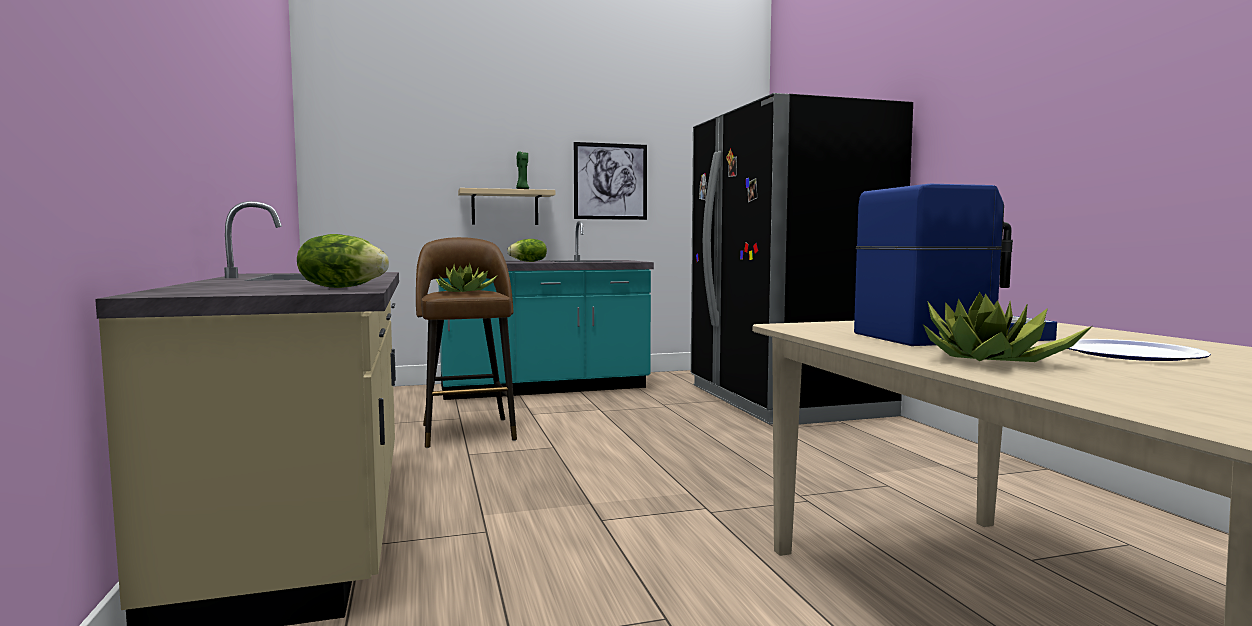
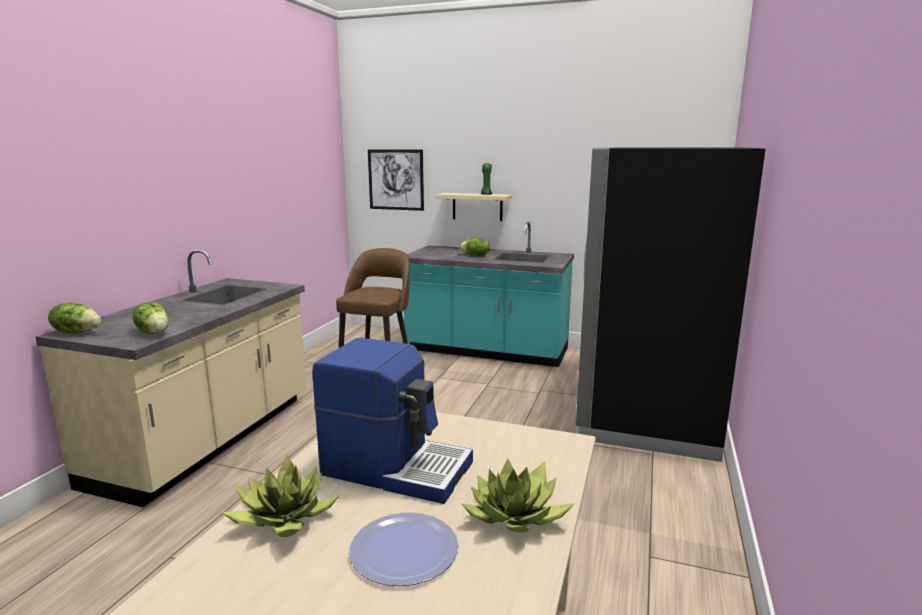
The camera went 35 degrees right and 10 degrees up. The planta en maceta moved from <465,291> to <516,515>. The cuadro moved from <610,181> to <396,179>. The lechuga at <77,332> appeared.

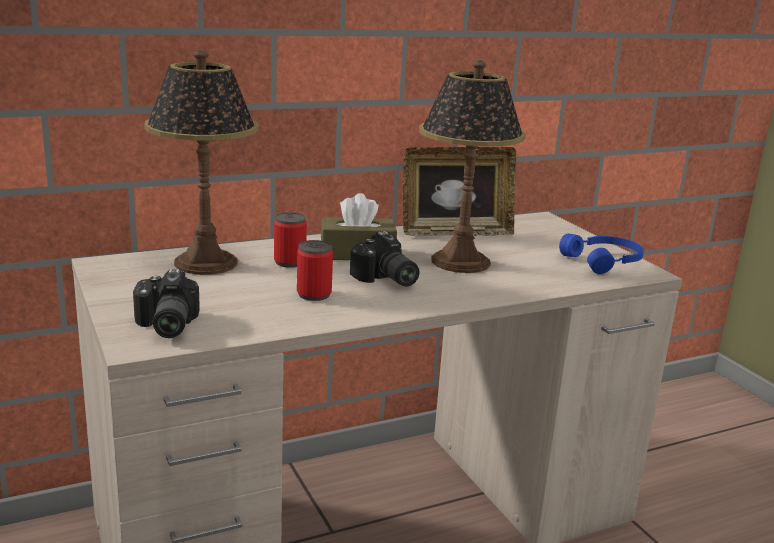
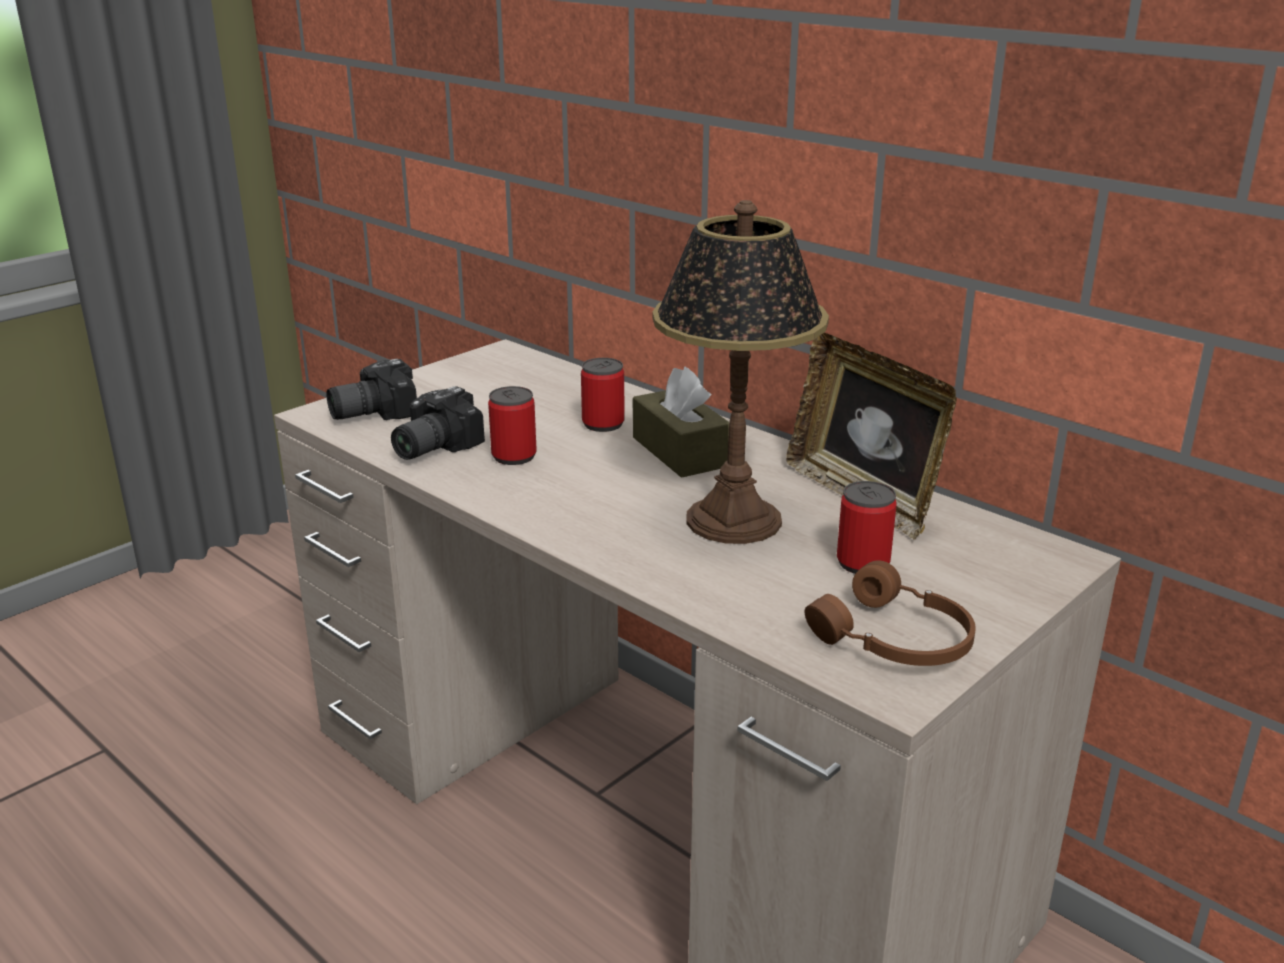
The camera went 70 degrees right and 5 degrees up. The lámpara de mesa at <205,262> disappeared. The cámara moved from <385,279> to <430,447>. The auriculares/azul at <604,262> became the auriculares/marrón at <894,641>. The lata at <863,563> appeared.

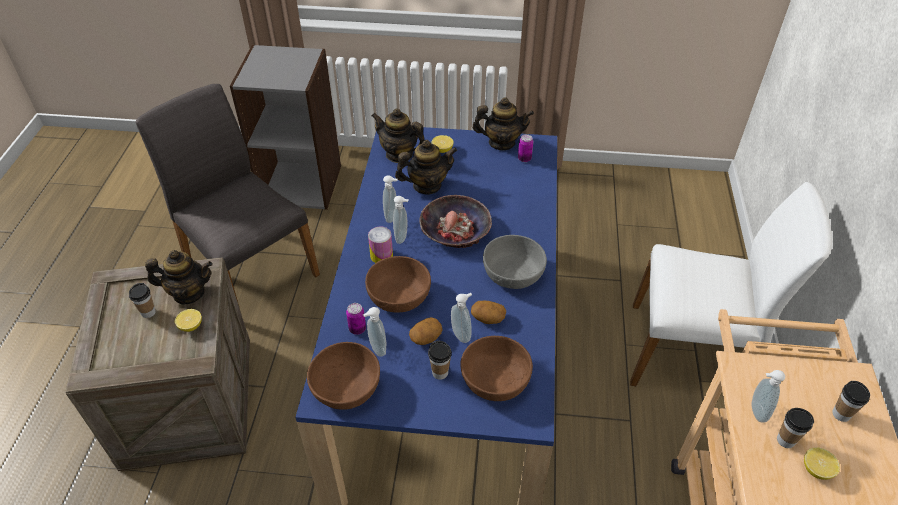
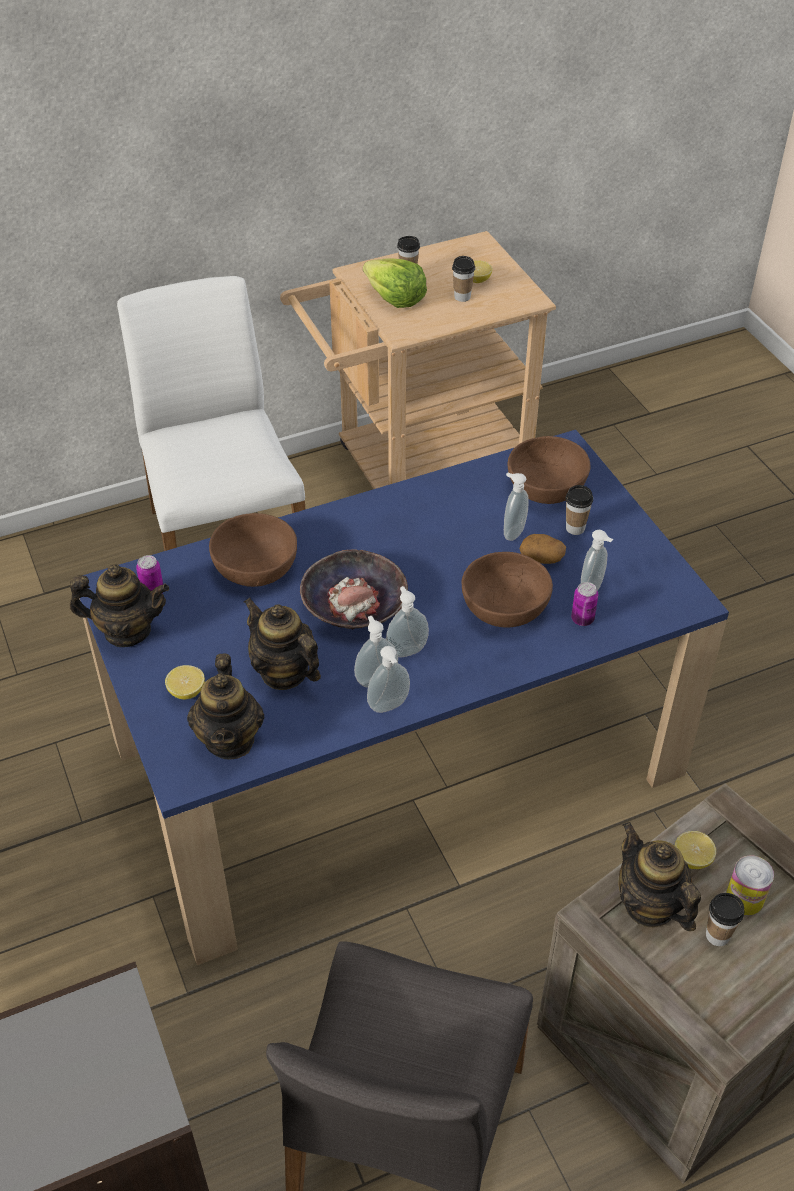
The camera went 120 degrees left and 0 degrees up. The cuenco/marrón moved from <346,388> to <256,566>. The lata moved from <381,255> to <744,898>. The patata at <487,318> disappeared. The tetera at <501,143> turned 120 degrees clockwise. The cuenco/gris at <513,273> disappeared. The dispensador de jabón moved from <756,411> to <389,707>. The lechuga at <395,299> appeared.

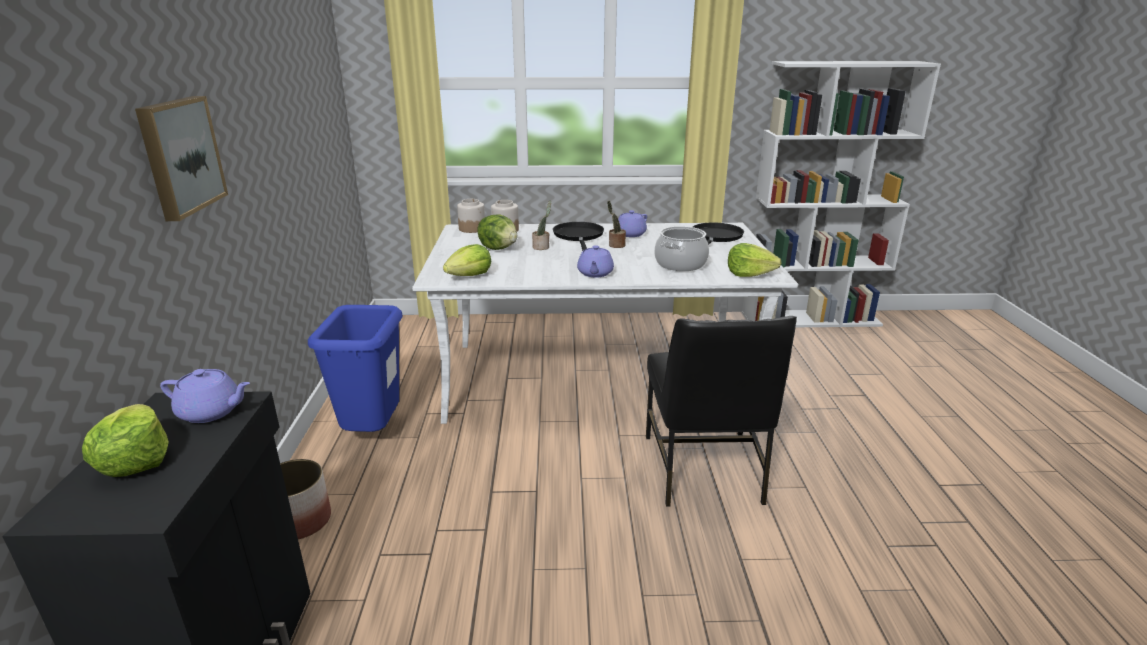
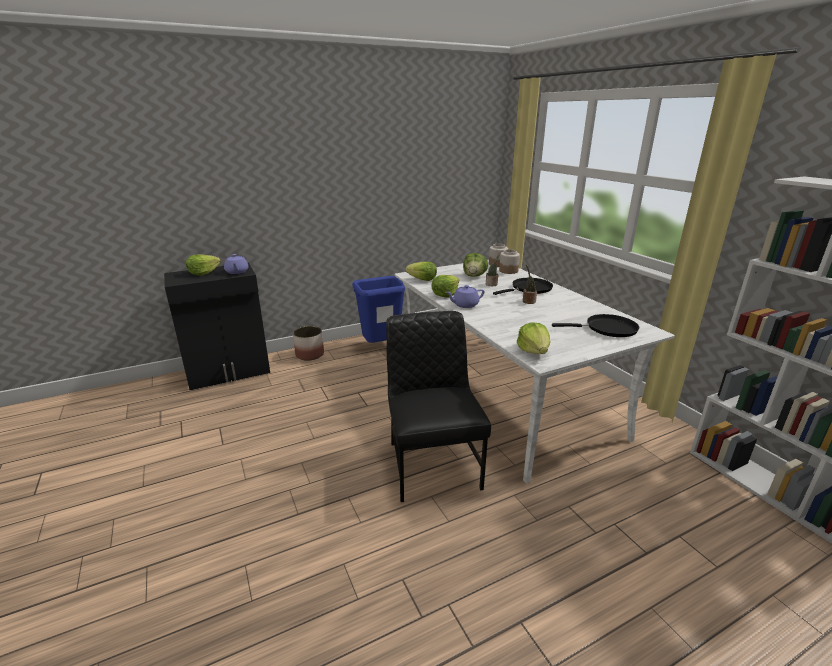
The camera went 65 degrees right and 0 degrees up. The cuadro at <180,156> disappeared. The tetera/morado at <630,234> disappeared. The silla/negro at <703,470> turned 105 degrees clockwise. The olla at <680,264> disappeared. The lechuga at <445,294> appeared.

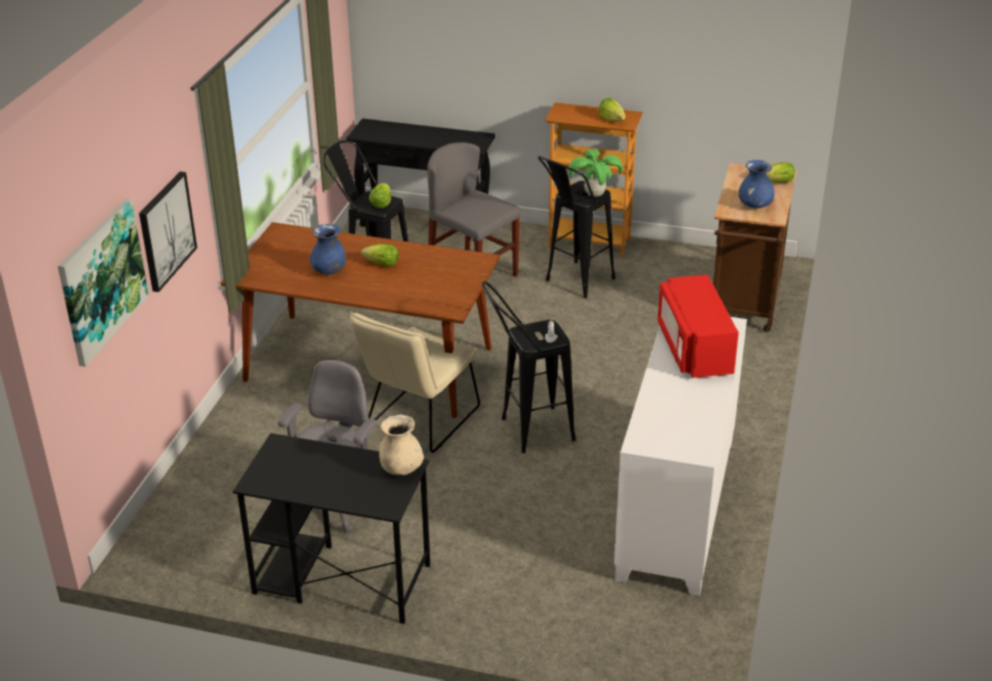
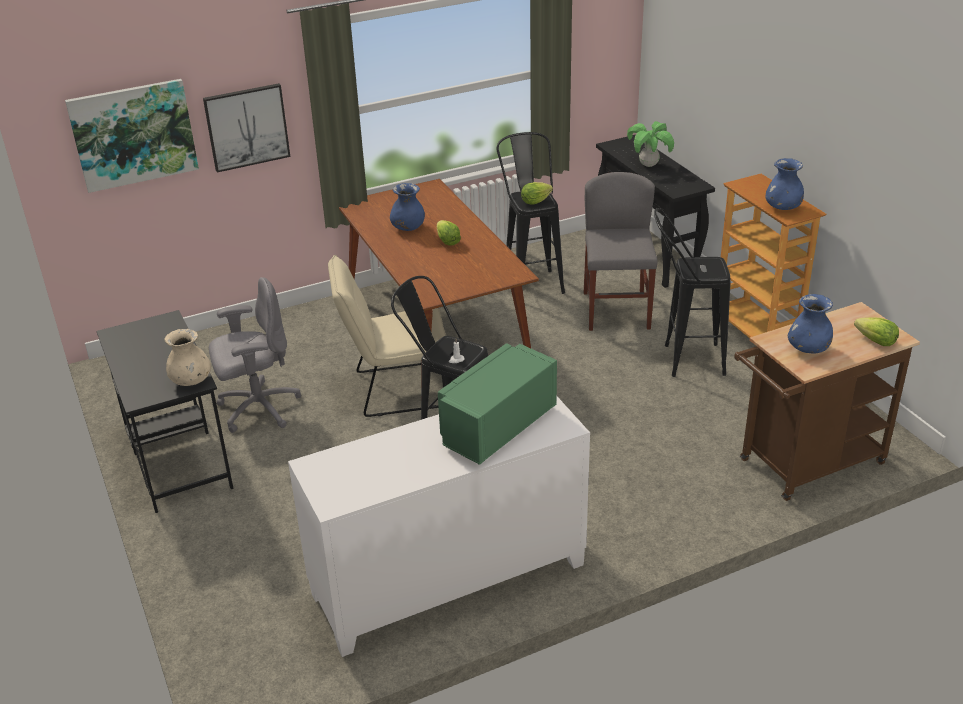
The camera went 50 degrees right and 0 degrees up. The planta en maceta moved from <595,195> to <649,165>. The lechuga at <612,119> was replaced by the florero/azul at <782,207>. The microondas/rojo at <694,349> became the microondas/verde at <497,426>.

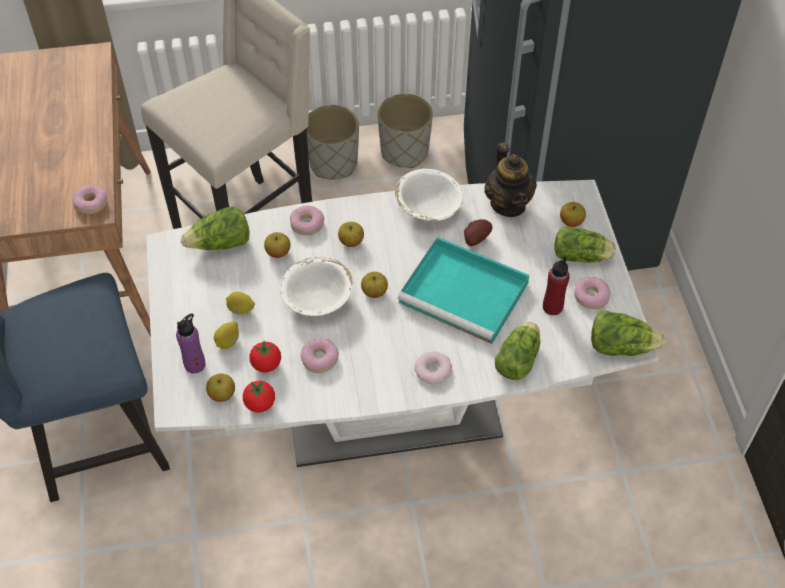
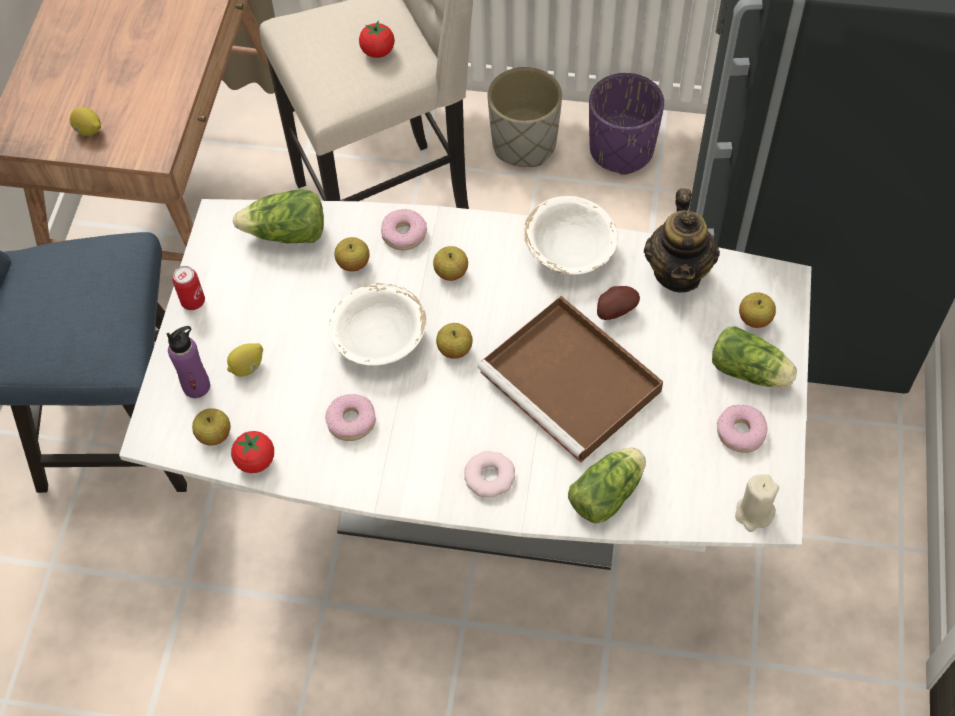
The camera went 20 degrees right and 5 degrees up. The rosquilla at <91,203> disappeared. The limón moved from <240,309> to <89,131>. The tomate moved from <266,364> to <378,51>. The maceta/gris at <405,152> became the maceta/morado at <622,150>. The bandeja/turquesa at <466,293> became the bandeja/marrón at <573,383>. The botella/rojo at <552,307> disappeared. The lechuga at <620,346> was replaced by the vela/beis at <754,513>. The lata at <193,301> appeared.

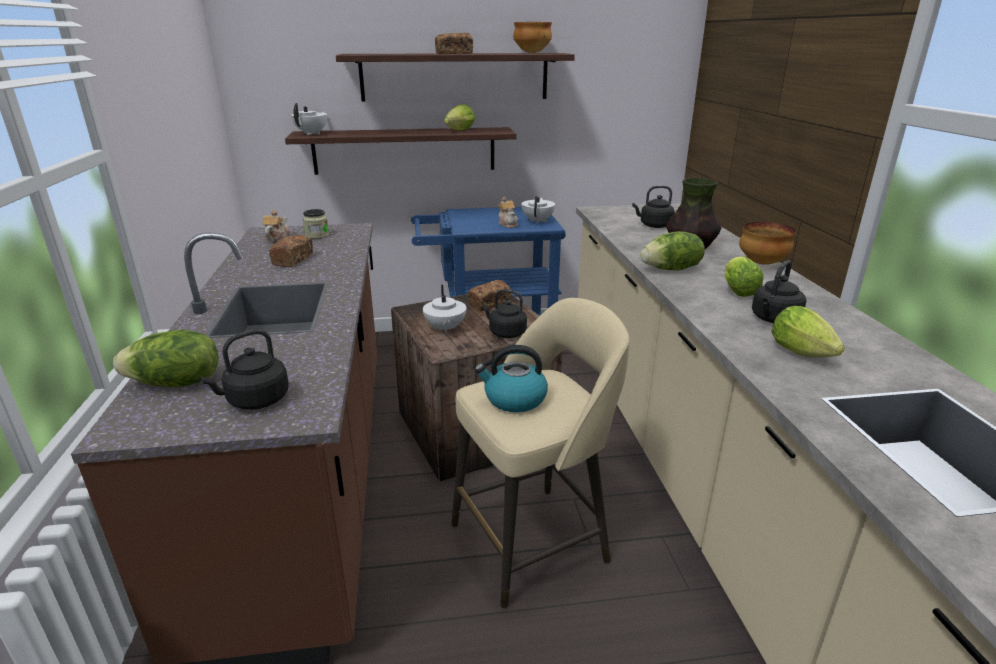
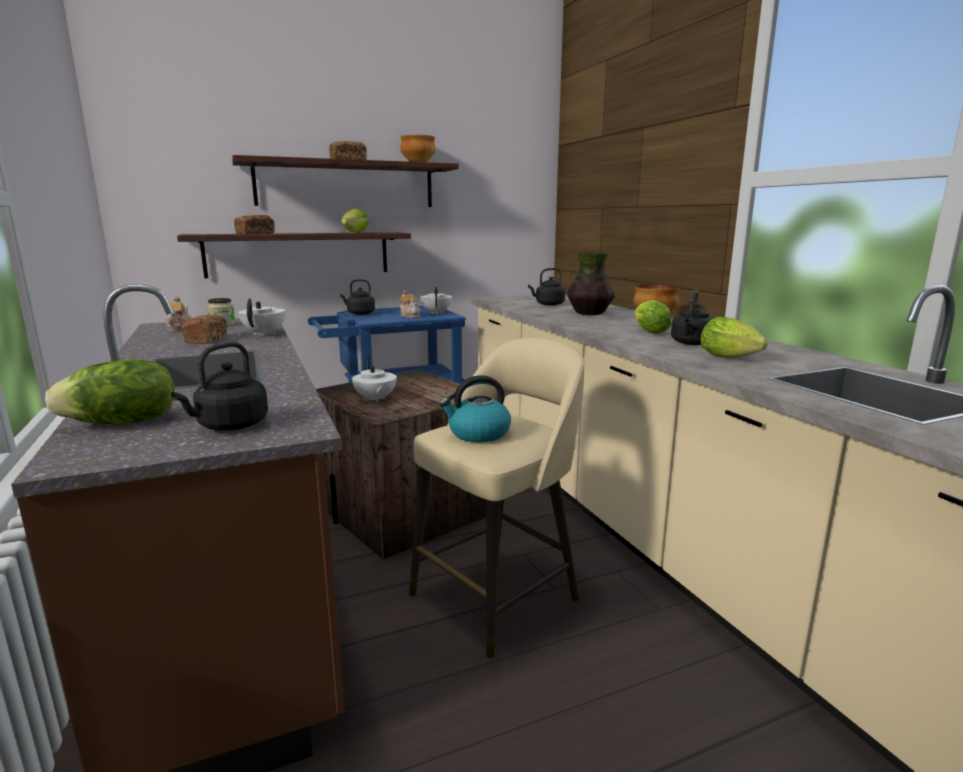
The camera went 15 degrees left and 10 degrees down. The tetera/blanco moved from <312,133> to <265,334>. The pan moved from <489,303> to <255,233>. The hervidor/negro moved from <505,333> to <359,313>. The lechuga at <671,269> disappeared.

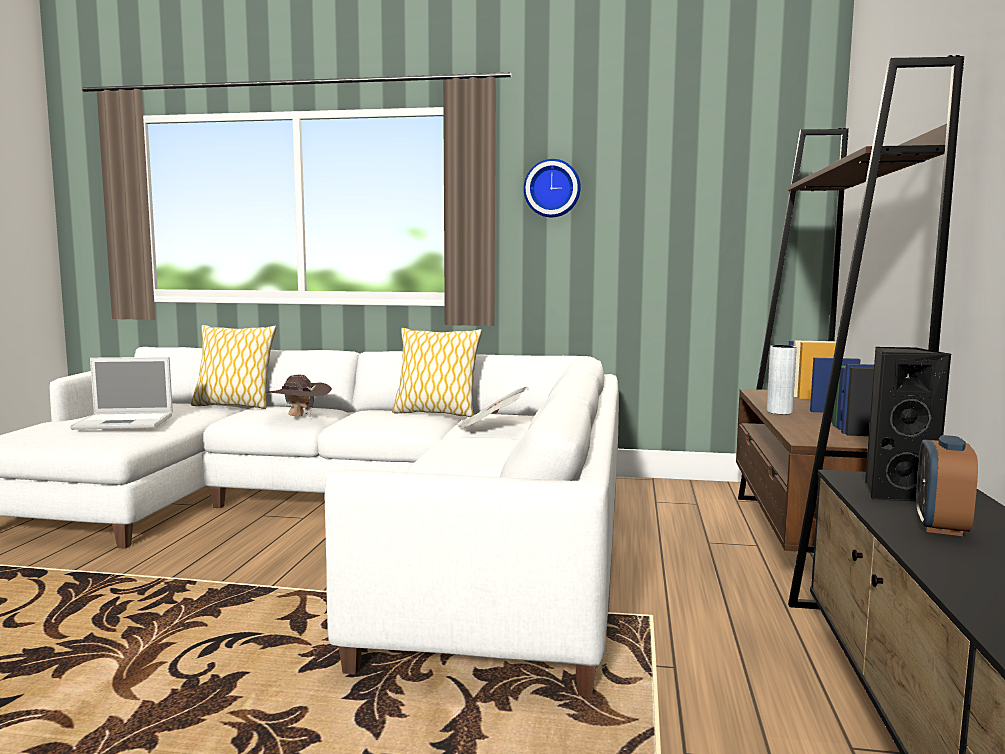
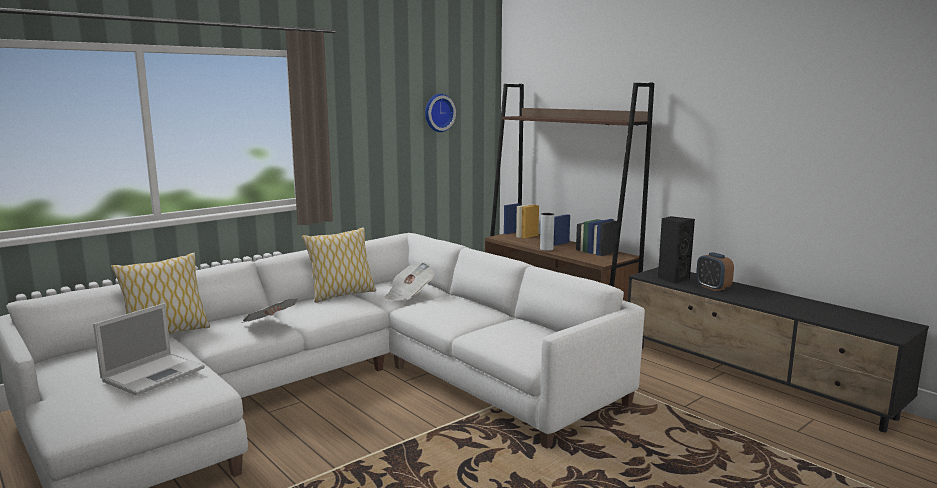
The camera went 50 degrees left and 5 degrees up. The sombrero/marrón at <298,417> was replaced by the periódico at <270,325>. The reloj de pared moved from <552,188> to <438,113>.

